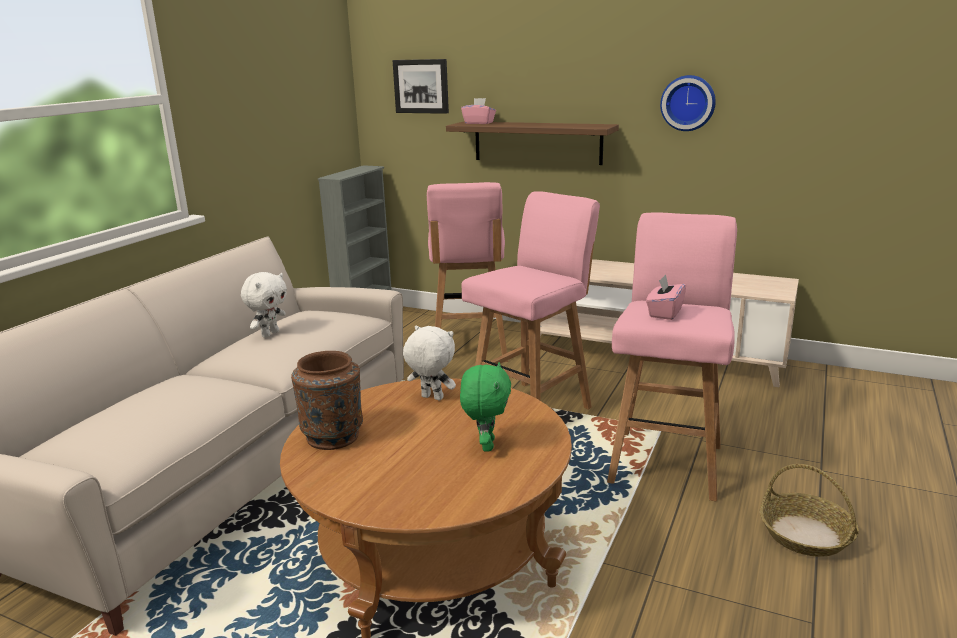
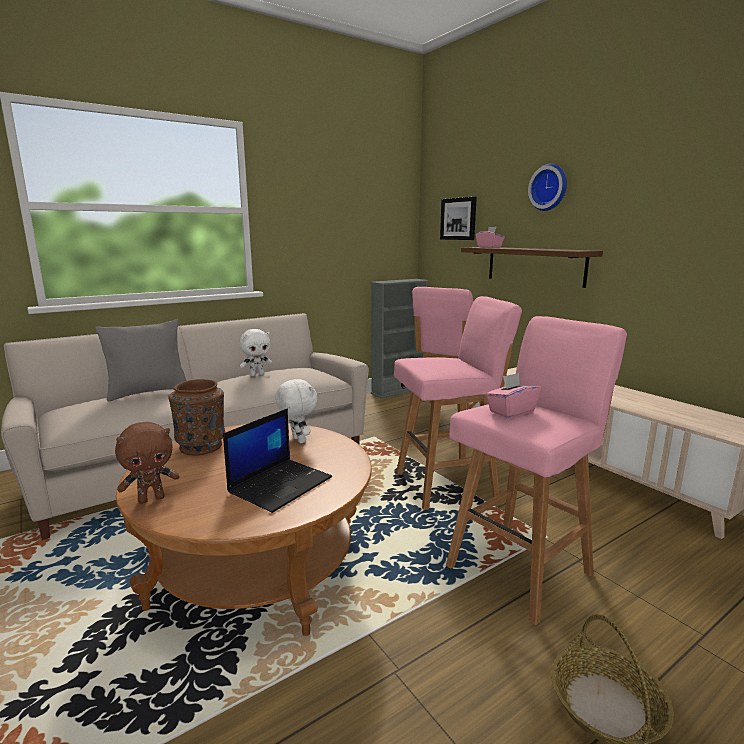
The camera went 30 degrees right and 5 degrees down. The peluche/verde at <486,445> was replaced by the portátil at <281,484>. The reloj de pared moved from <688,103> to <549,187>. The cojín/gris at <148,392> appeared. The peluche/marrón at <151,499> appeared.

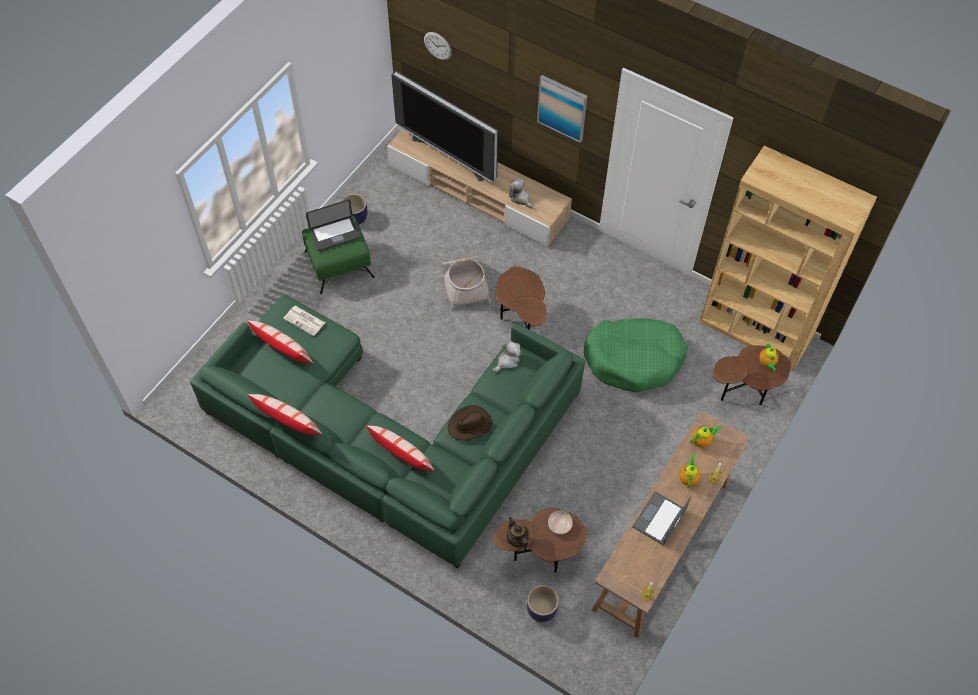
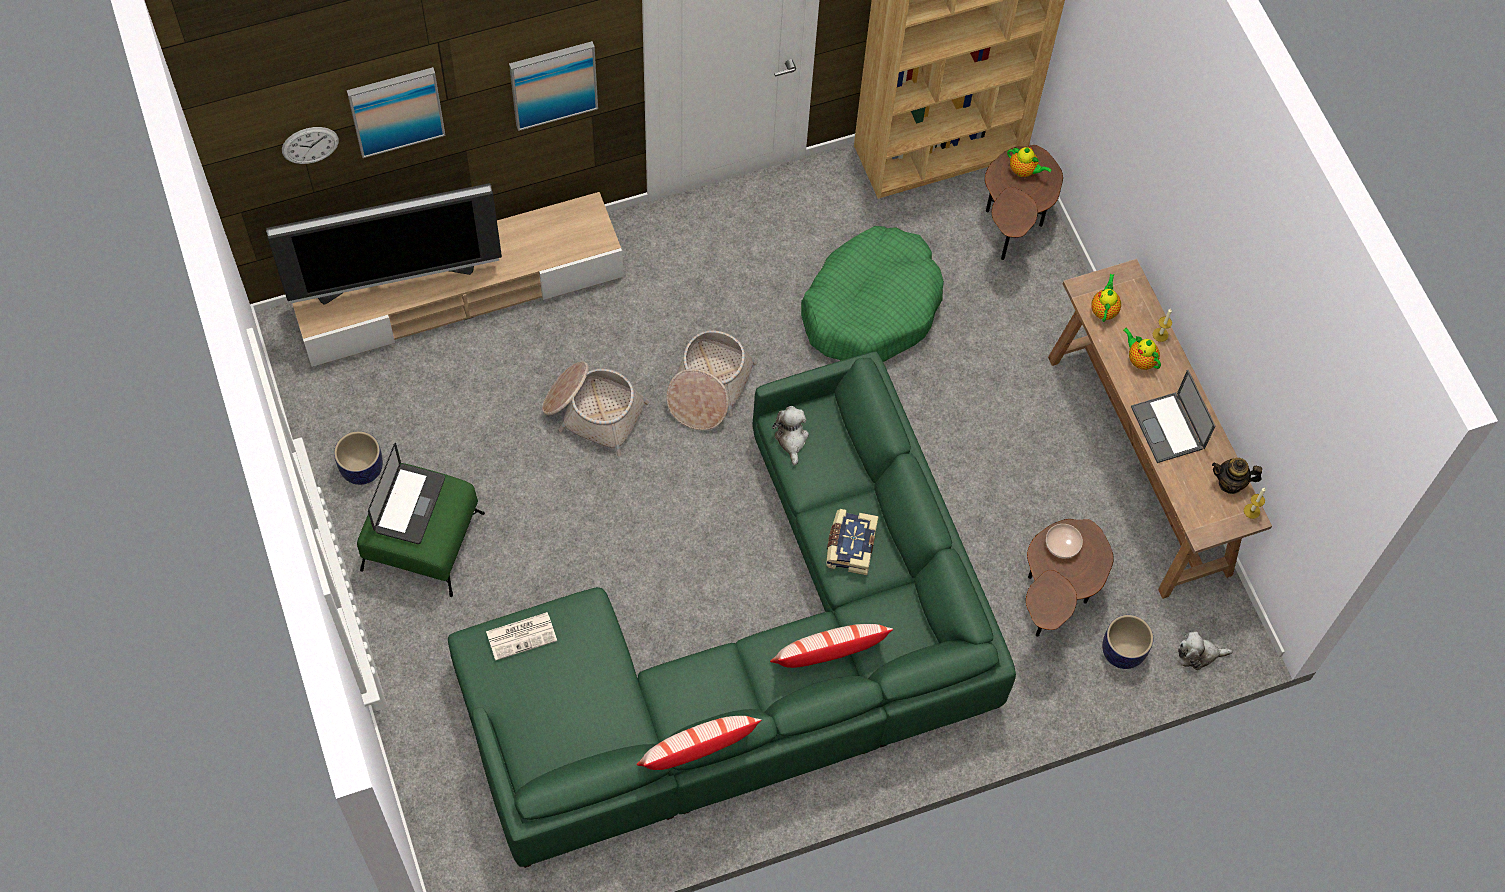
The camera went 55 degrees left and 5 degrees up. The cojín at <282,350> disappeared. The sombrero/marrón at <470,425> was replaced by the libro at <850,546>. The mesa auxiliar/marrón at <521,321> was replaced by the cesta at <708,388>. The tetera moved from <517,540> to <1230,483>. The peluche moved from <520,198> to <1198,654>. The cuadro at <396,110> appeared.

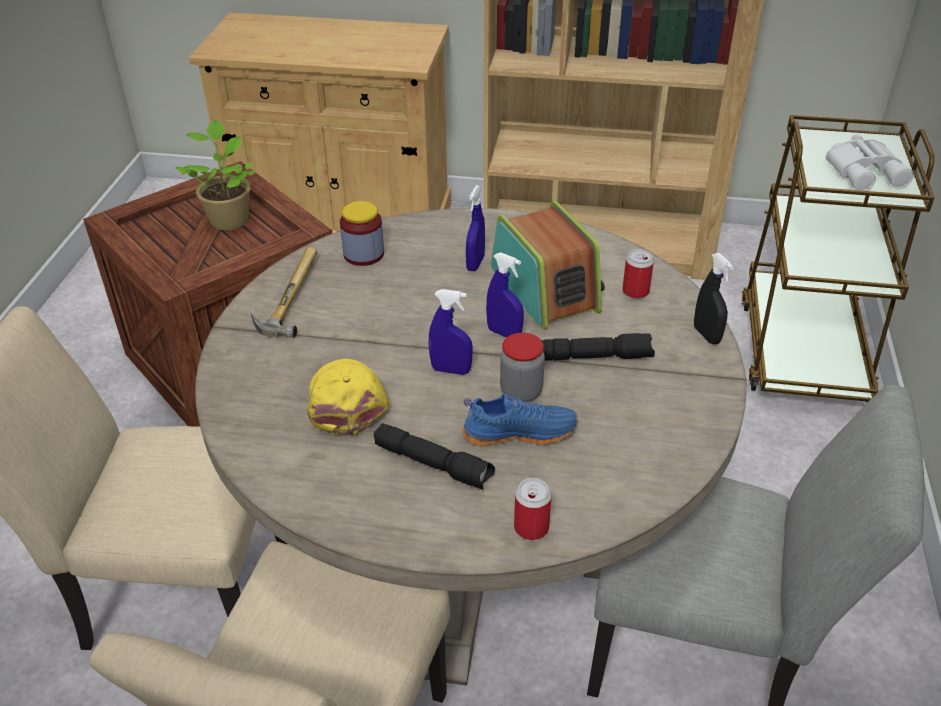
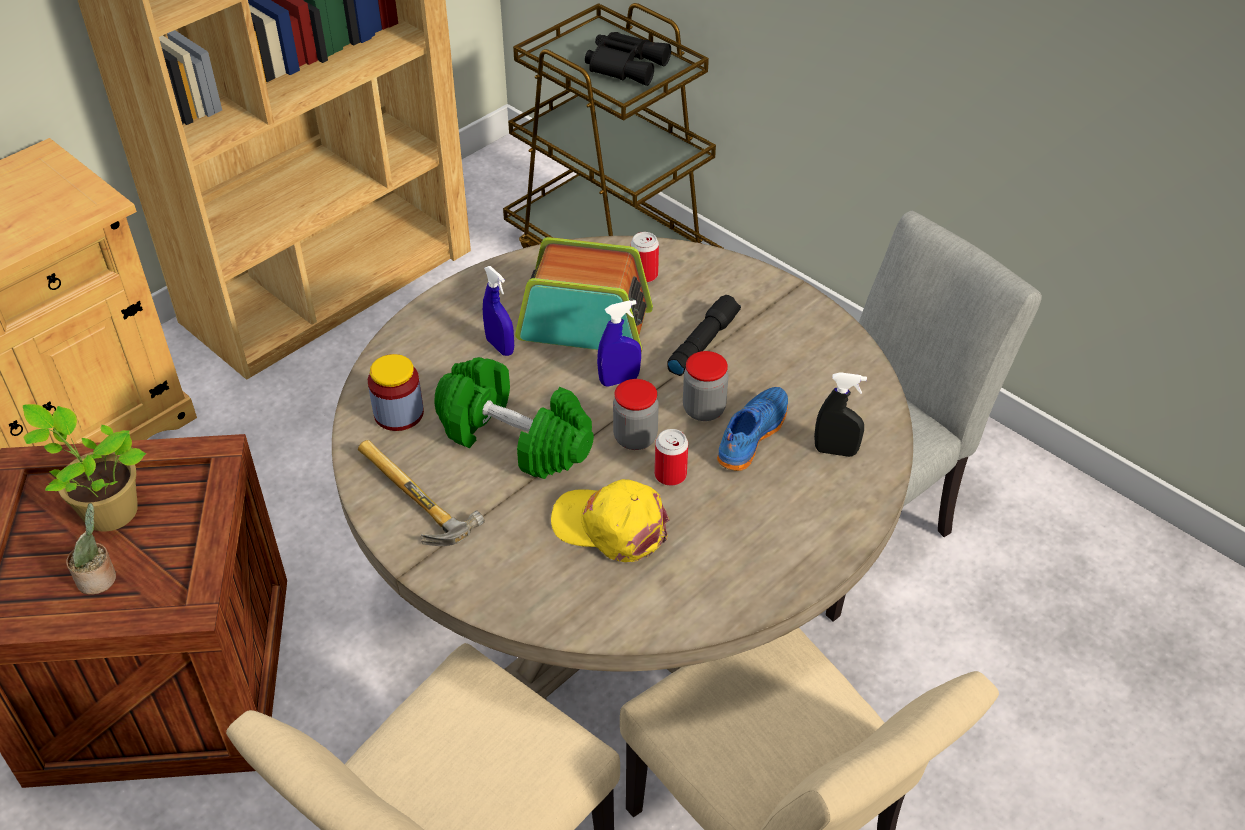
The camera went 55 degrees left and 5 degrees up. The linterna/negro at <434,464> disappeared. The pulverizador/azul at <451,370> was replaced by the tarro at <635,438>. The lata moved from <531,527> to <670,475>. The pulverizador/negro moved from <706,335> to <835,451>. The prismáticos/blanco at <865,172> became the prismáticos/negro at <626,65>. The planta en maceta at <99,579> appeared. The mancuerna/verde at <515,439> appeared.

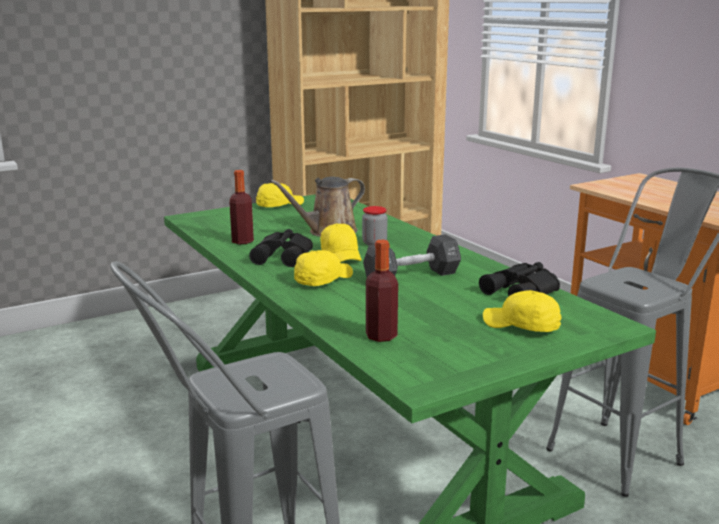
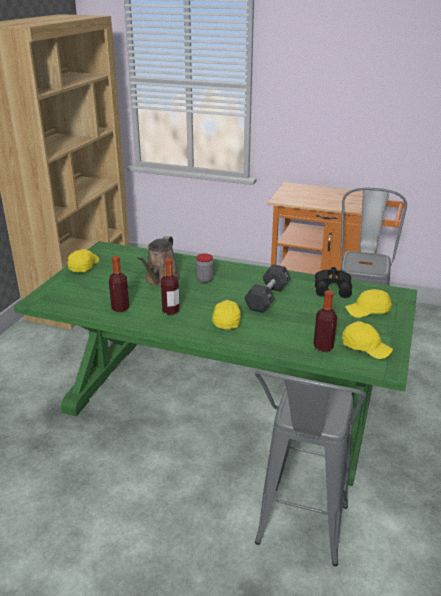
The camera went 40 degrees left and 10 degrees up. The prismáticos/negro at <284,256> was replaced by the botella at <170,311>. The gorra/amarillo moved from <341,255> to <365,347>.

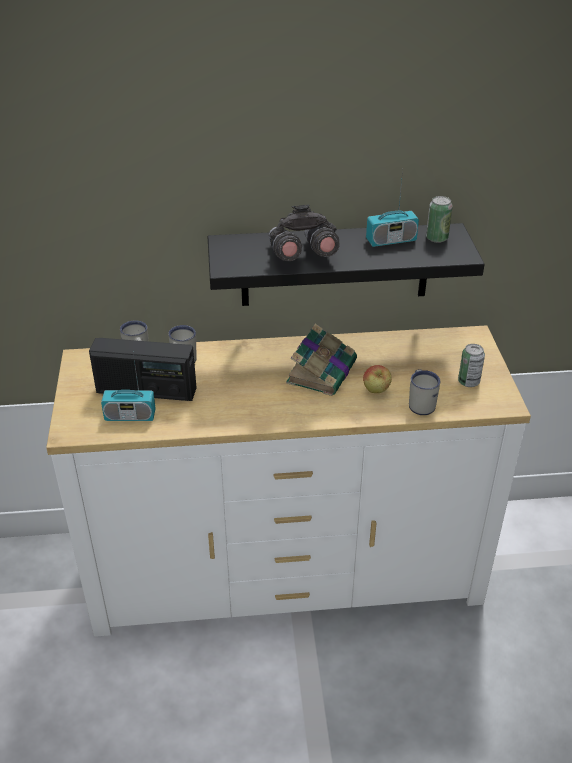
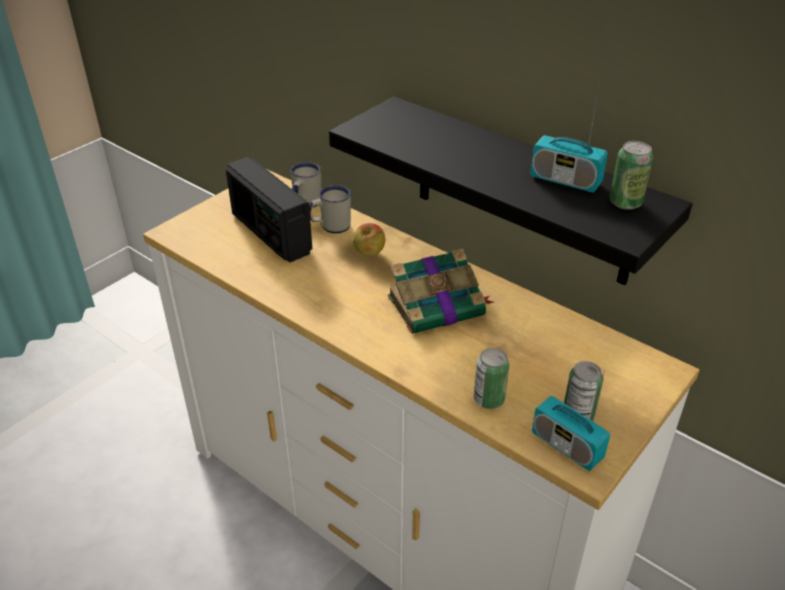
The camera went 45 degrees right and 0 degrees up. The radio moved from <130,416> to <567,446>. The prismáticos/gris at <301,256> disappeared. The manzana moved from <376,391> to <369,254>. The taza grande/blanco at <421,403> was replaced by the lata at <489,399>.

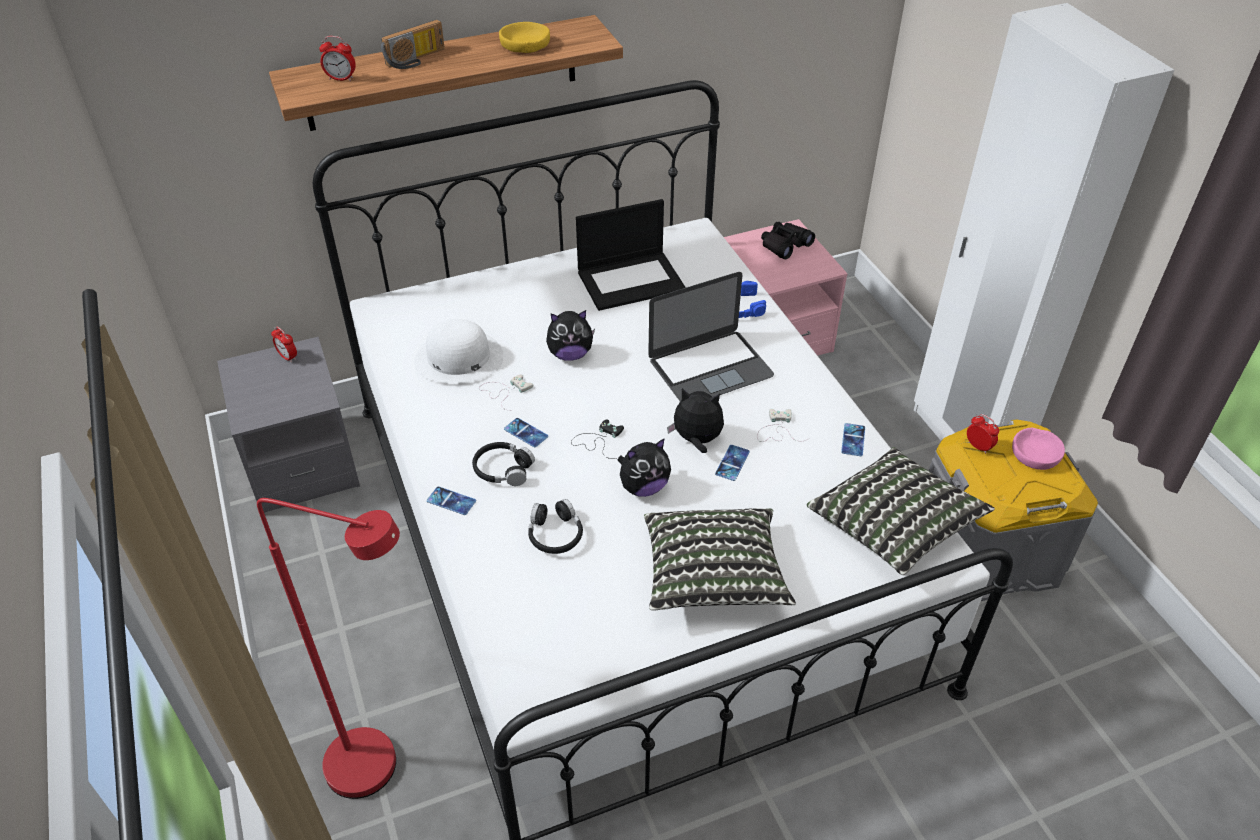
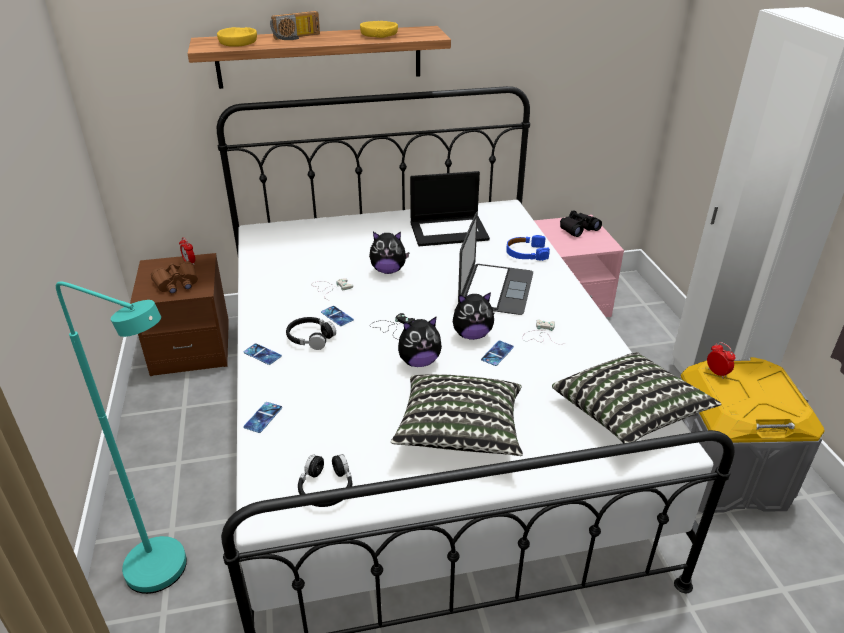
The camera went 10 degrees right and 10 degrees down. The mesita de noche/gris at <302,464> became the mesita de noche/marrón at <191,347>. The lámpara de pie/rojo at <380,768> became the lámpara de pie/turquesa at <171,572>. The despertador at <341,79> was replaced by the cuenco/amarillo at <238,42>. The sombrero/blanco at <458,358> disappeared. The auriculares/negro moved from <555,534> to <326,488>. The portátil at <710,367> turned 60 degrees counterclockwise. The peluche at <696,440> turned 150 degrees clockwise. The móvil moved from <853,440> to <263,417>. The cuenco/rosa at <1035,453> disappeared. The prismáticos/marrón at <177,284> appeared.

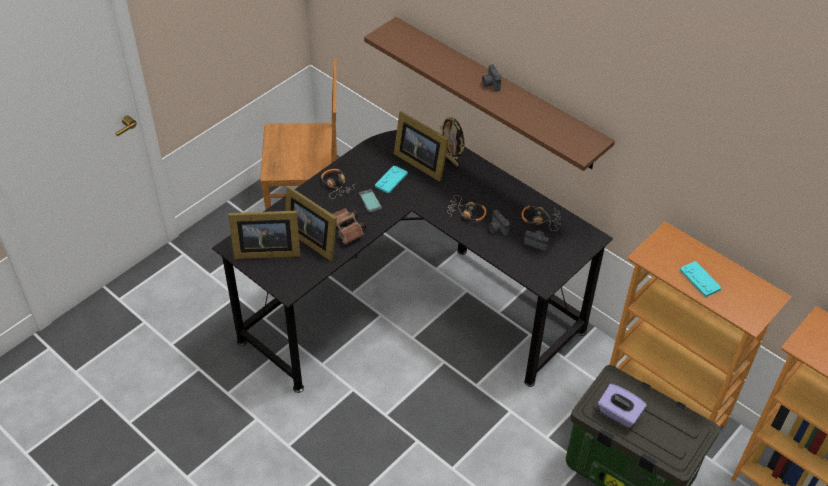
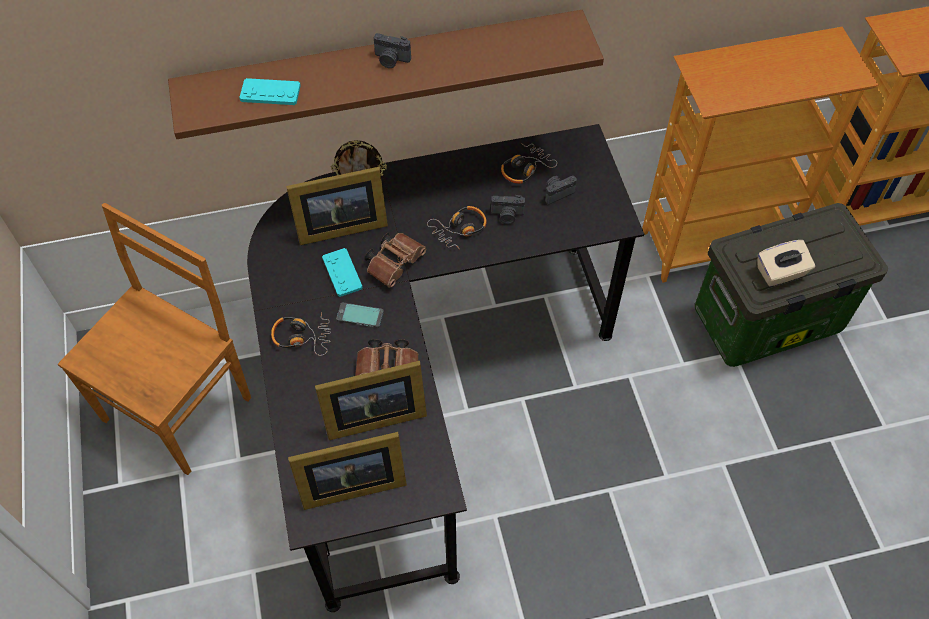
The camera went 55 degrees left and 10 degrees up. The portarretratos at <265,250> turned 45 degrees clockwise. The caja de pañuelos/morado at <619,414> became the caja de pañuelos/beis at <781,273>. The mando de consola/turquesa moved from <700,279> to <270,93>. The prismáticos/marrón at <395,263> appeared.

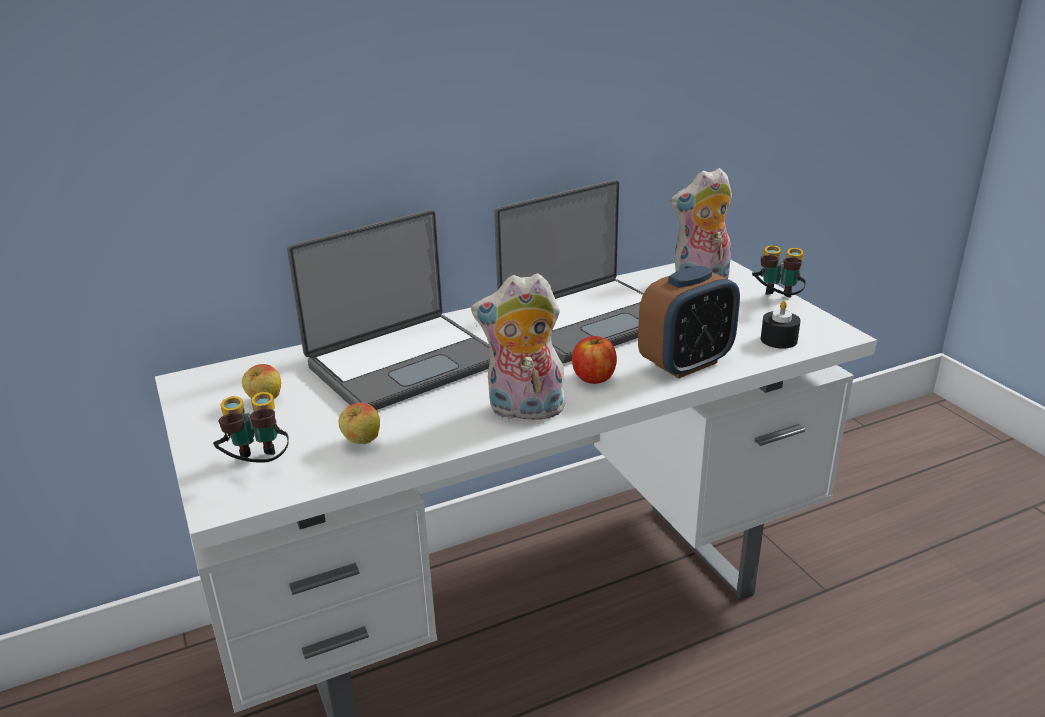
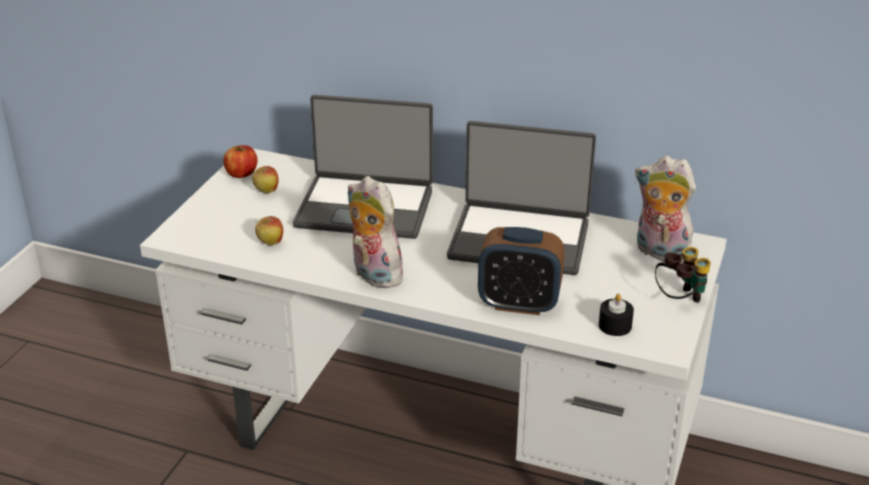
The camera went 45 degrees right and 5 degrees up. The prismáticos at <257,466> disappeared. The manzana moved from <594,377> to <241,173>.

